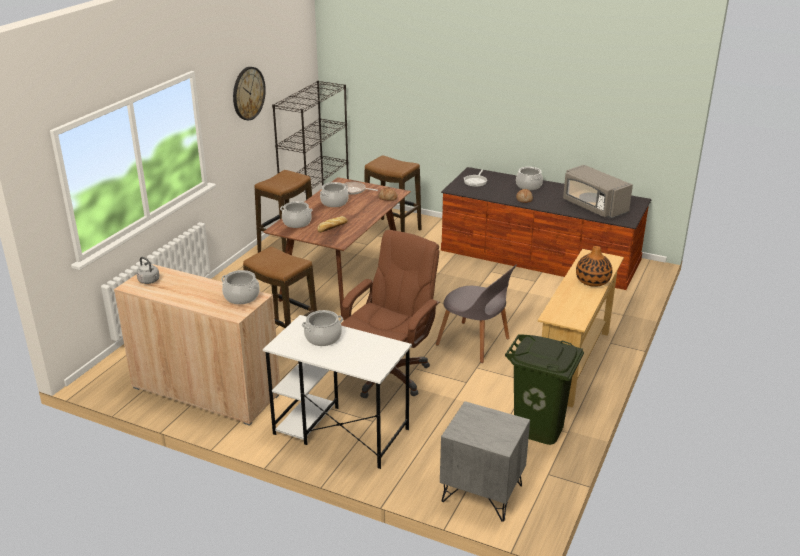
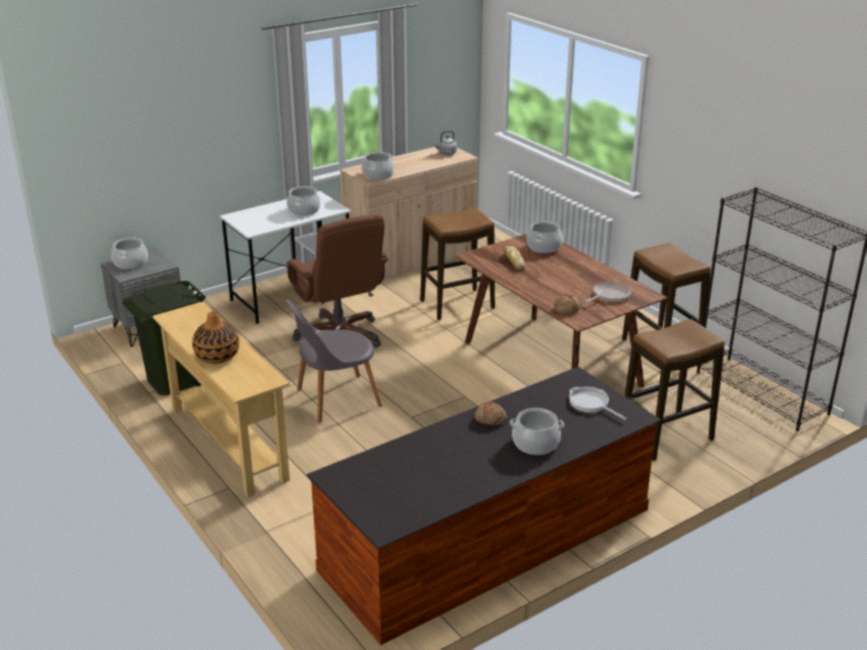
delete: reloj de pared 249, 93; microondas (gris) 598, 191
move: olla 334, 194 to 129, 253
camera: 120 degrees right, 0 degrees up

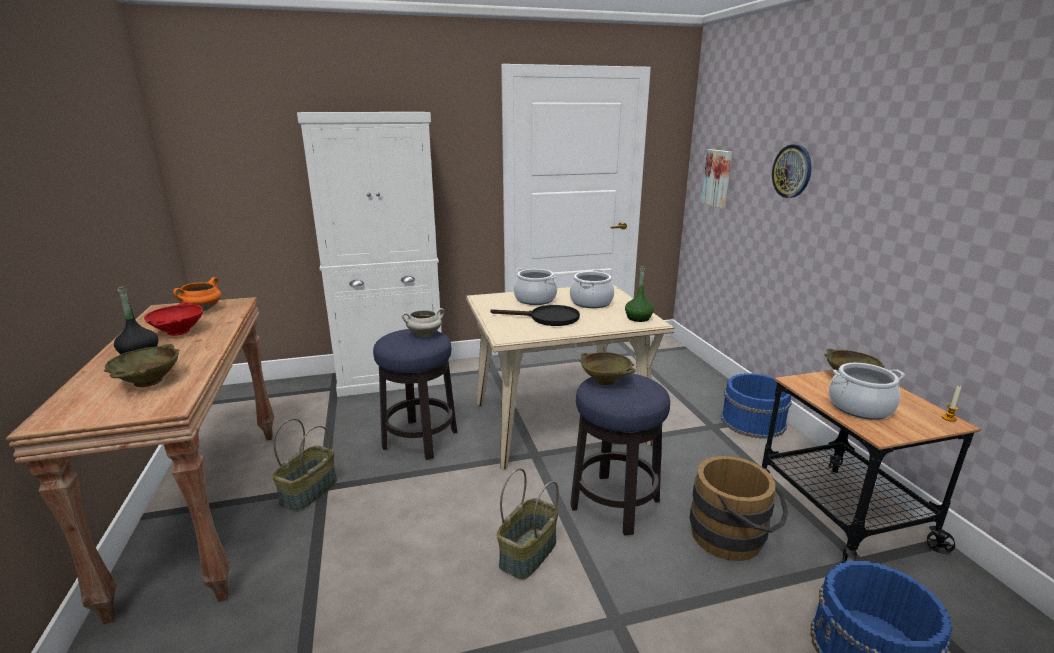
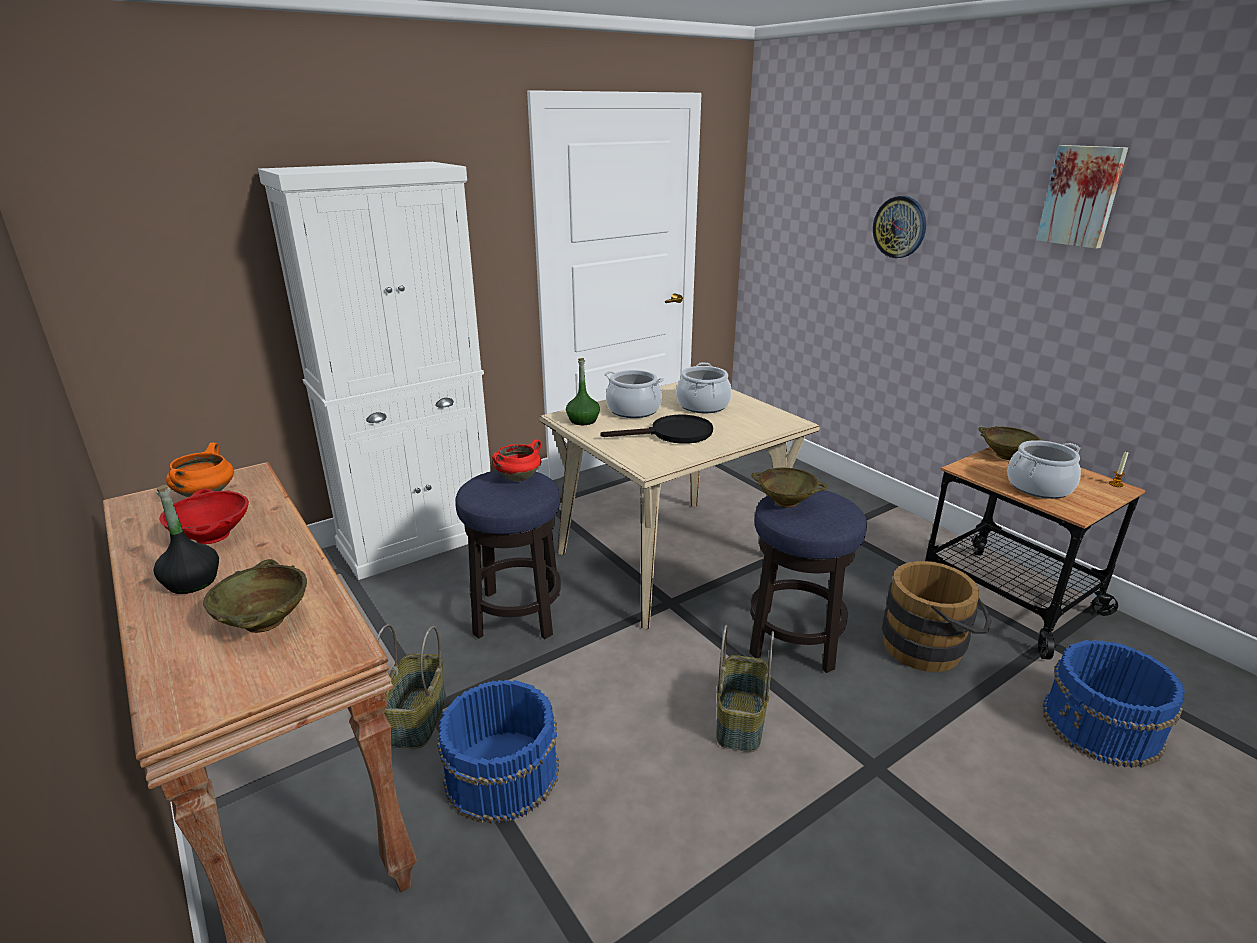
move: botella (verde) 639, 294 to 583, 391; cuadro 716, 178 to 1082, 197; cubo (azul) 756, 406 to 498, 752
recolor: olla (blanco) 423, 322 to olla (rojo) 516, 460
camera: 20 degrees left, 5 degrees up

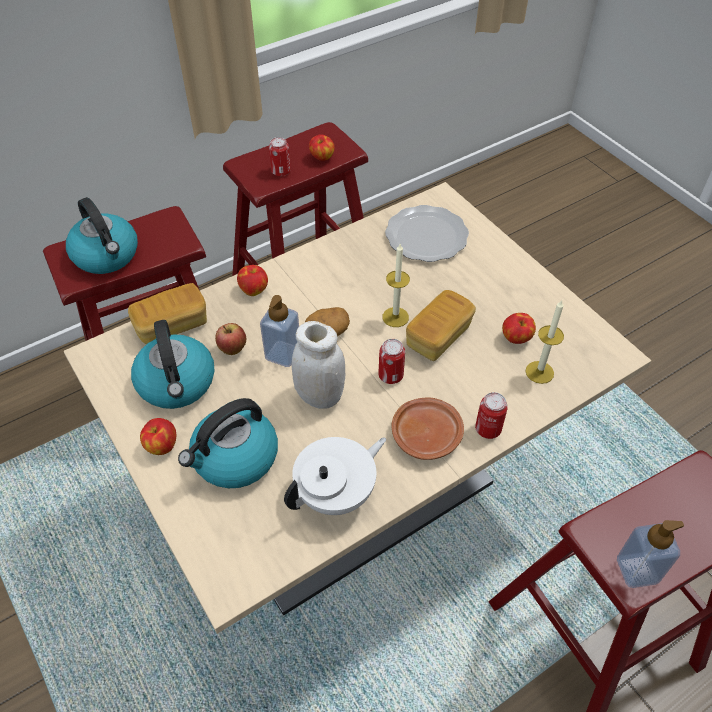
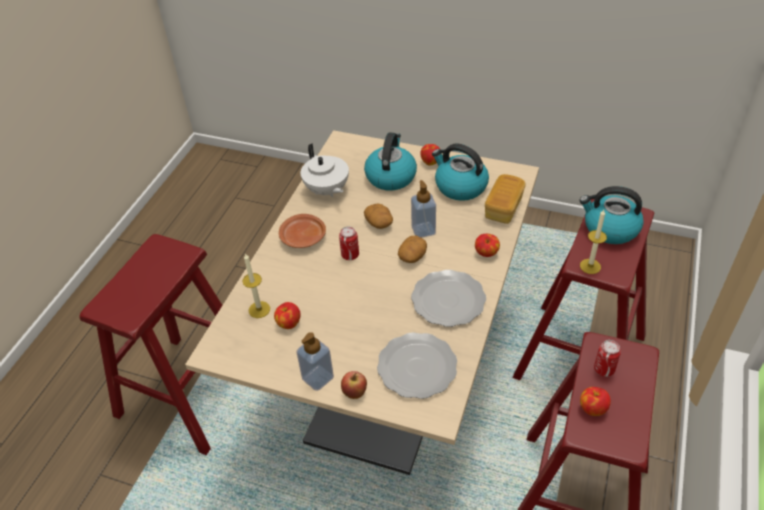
delete: pan 441, 325; lata 491, 415
insert: plato 448, 298
move: manzana 230, 339 to 354, 385; vela 396, 285 to 593, 242; dispensador de jabón 650, 554 to 315, 361
replace: tarro (blanco) 318, 365 to patata 378, 216
rotate: tetera (blanco) 335, 476 = 325, 170 45 degrees counterclockwise
camera: 145 degrees right, 5 degrees down

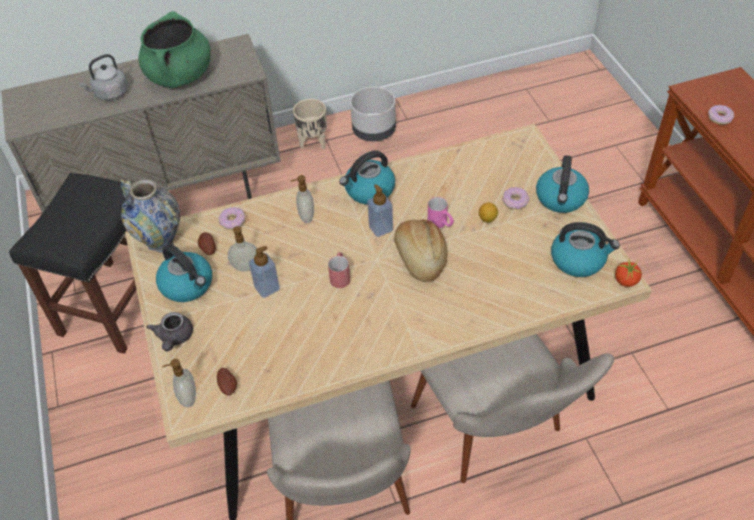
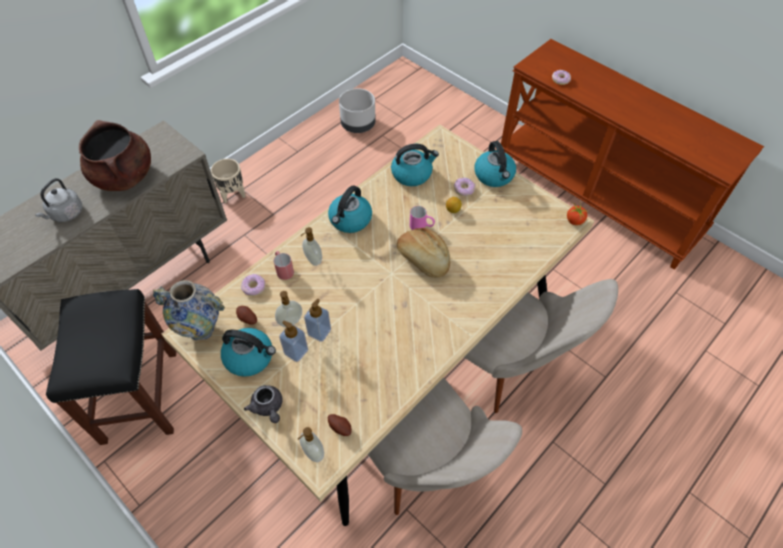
move: taza grande (rojo) 339, 270 to 284, 265; maceta (gris) 373, 113 to 357, 110; dispensador de jabón 380, 210 to 293, 341; hervidor 585, 249 to 415, 165
recolor: olla (verde) 174, 49 to olla (marrón) 115, 155
camera: 30 degrees left, 5 degrees up

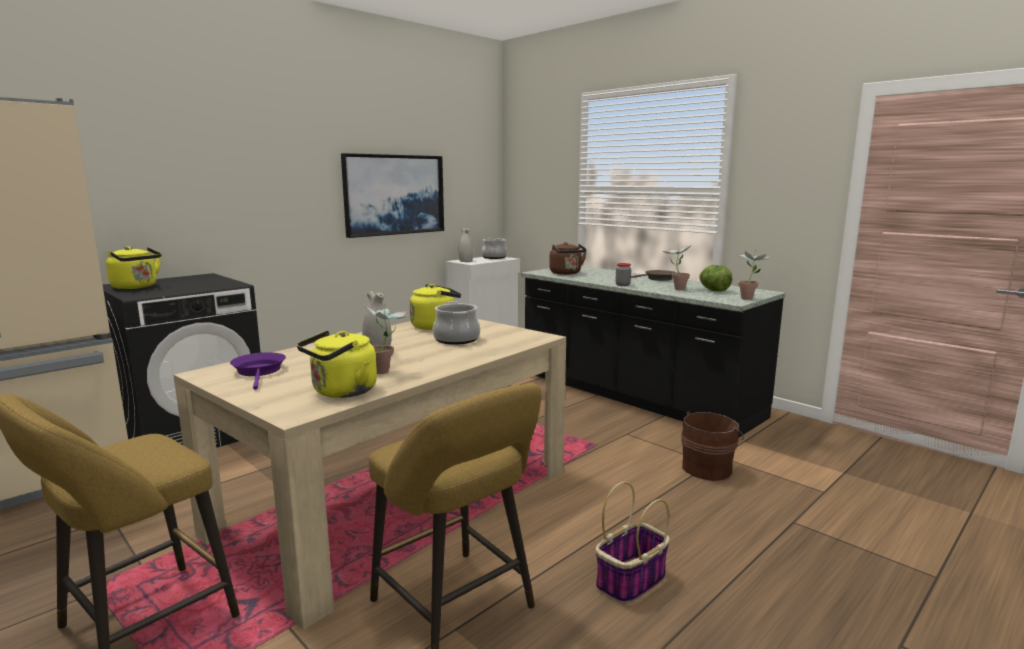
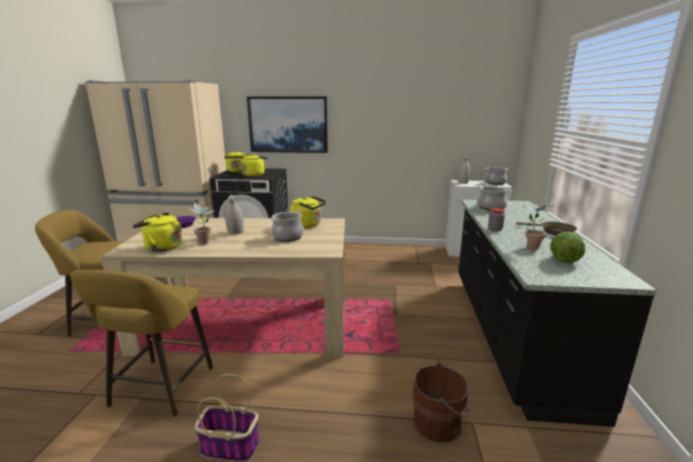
delete: planta en maceta 754, 274
insert: hervidor (amarillo) 254, 165
move: cuadro 392, 195 to 287, 124
replace: hervidor (marrón) 568, 258 to olla 493, 198
camera: 50 degrees right, 5 degrees up

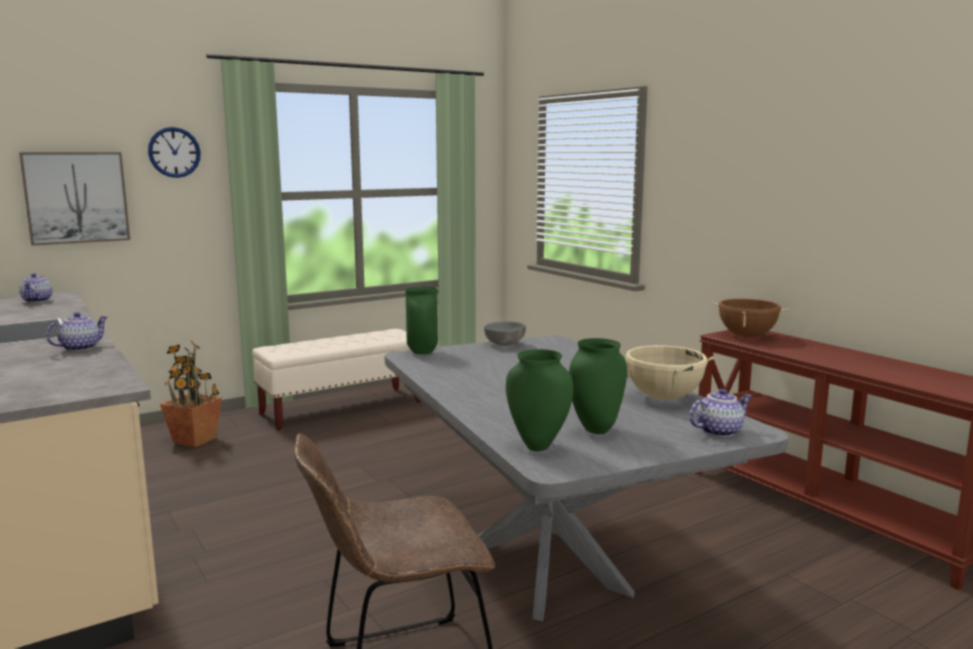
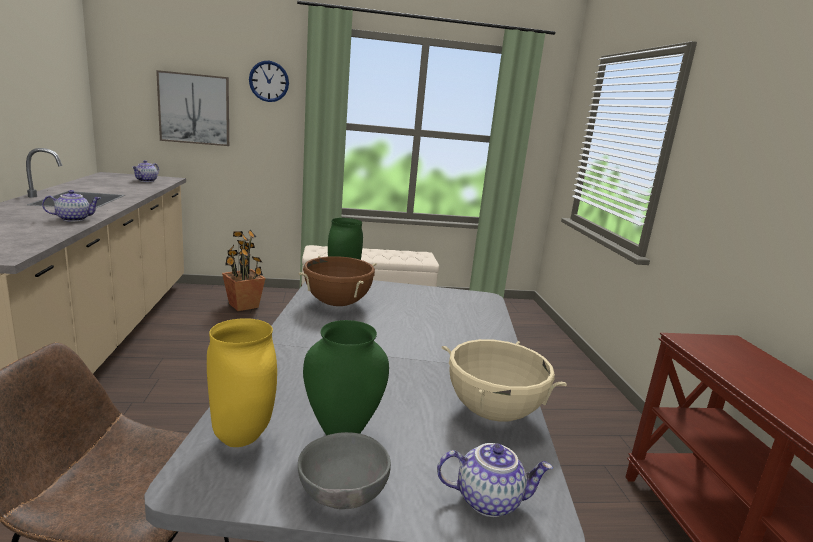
move: cuenco (gris) 505, 333 to 344, 470; olla (marrón) 750, 318 to 337, 281
recolor: florero (verde) 539, 400 to florero (amarillo) 242, 382
camera: 25 degrees right, 5 degrees up

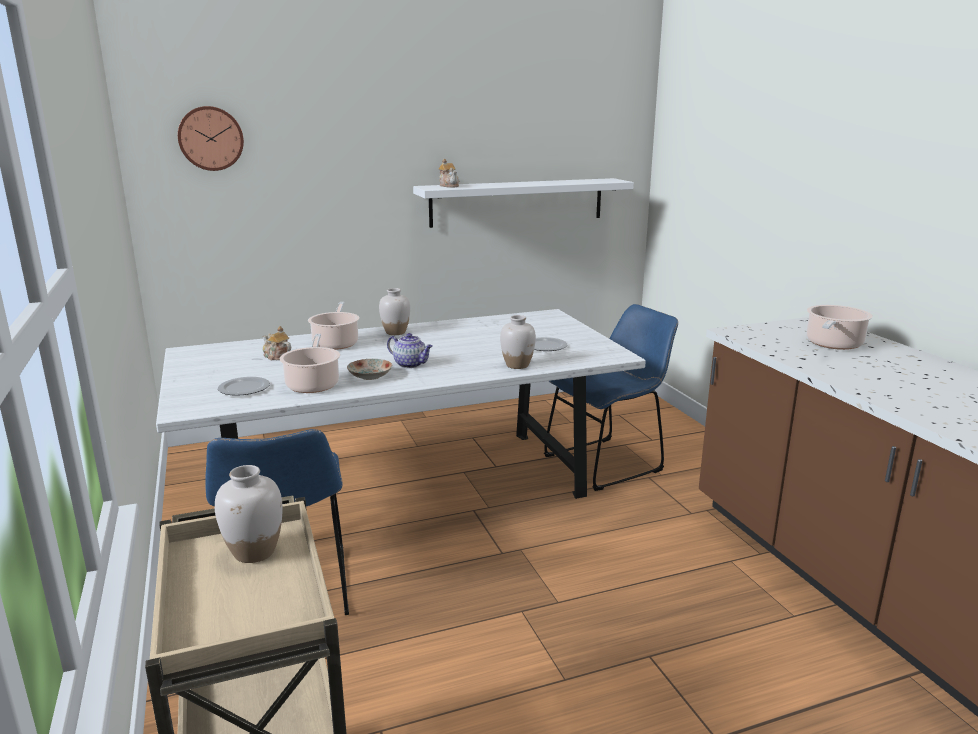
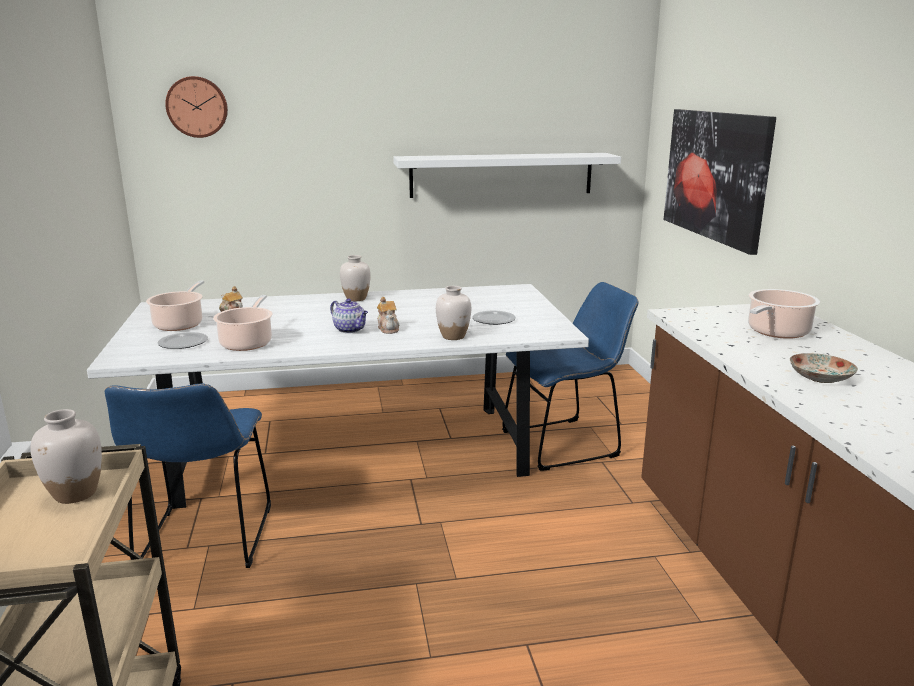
insert: cuadro 720, 182
move: olla 334, 326 to 175, 306; plato 369, 369 to 824, 368; tetera 449, 173 to 388, 315
camera: 10 degrees right, 0 degrees up

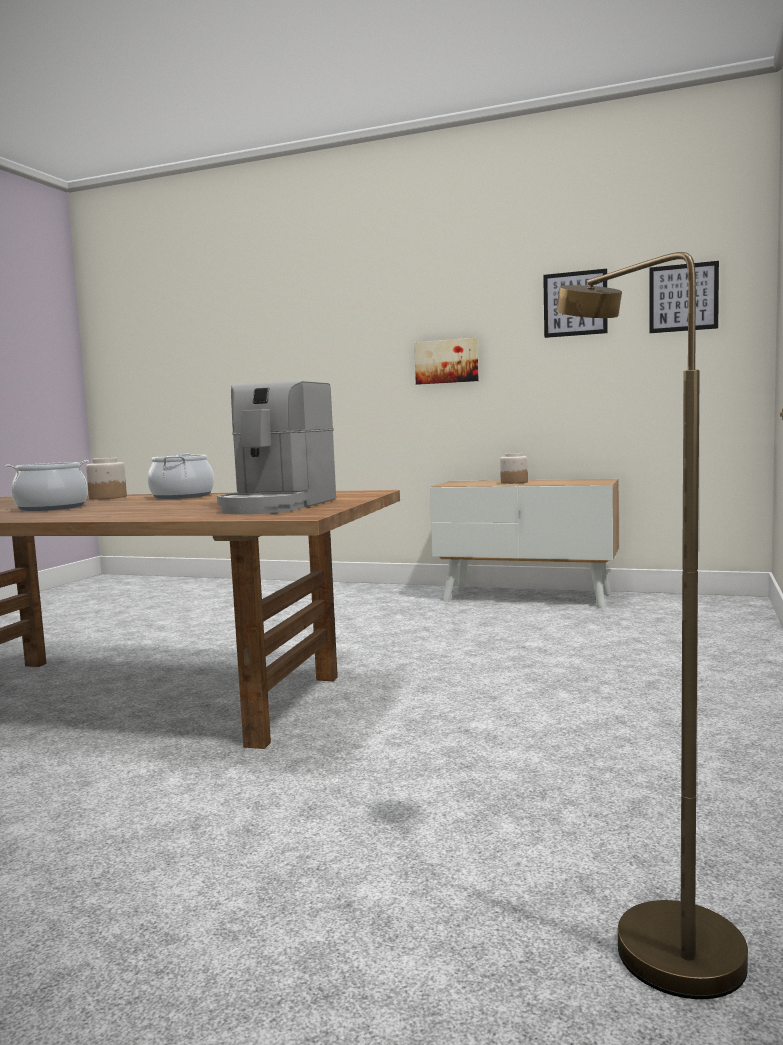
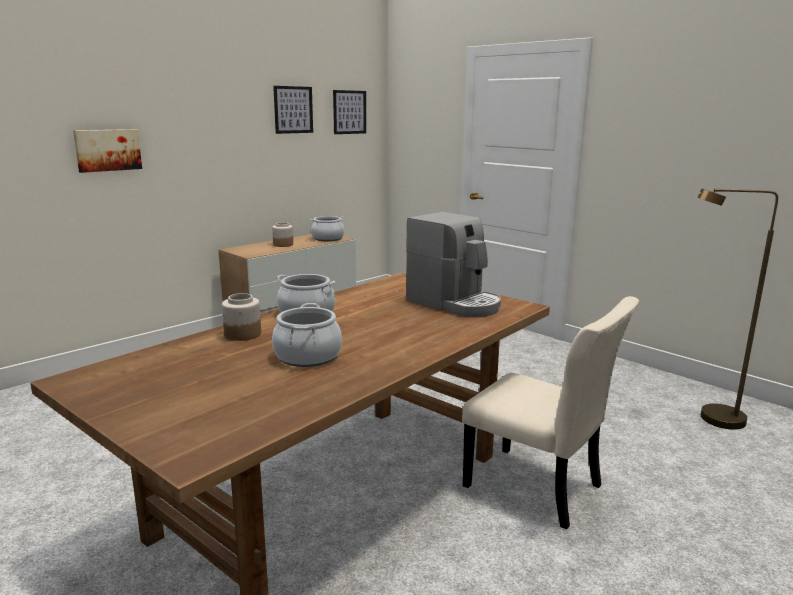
insert: olla 327, 228; silla (beis) 550, 413
move: cuadro 446, 361 to 107, 151
camera: 65 degrees left, 10 degrees up

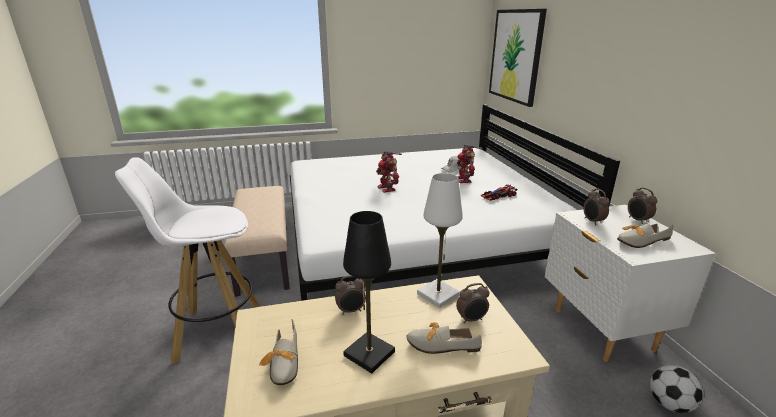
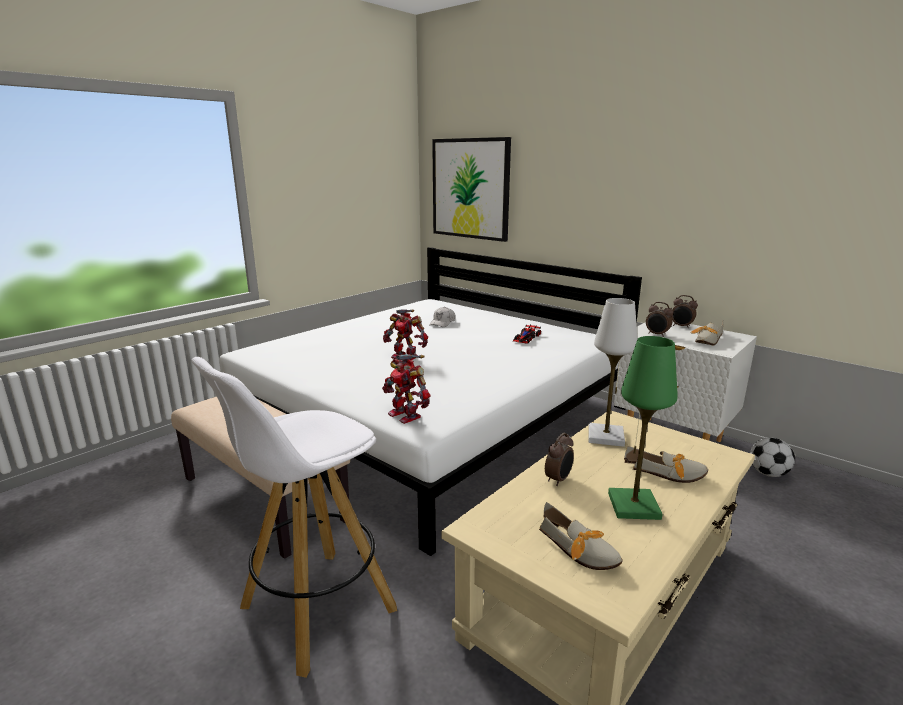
delete: despertador 472, 303
move: robot de juguete 470, 164 to 406, 389
recolor: lámpara de mesa (negro) 369, 292 to lámpara de mesa (verde) 643, 428
rotate: zapato 444, 338 = 666, 464 135 degrees counterclockwise
camera: 35 degrees left, 5 degrees down

